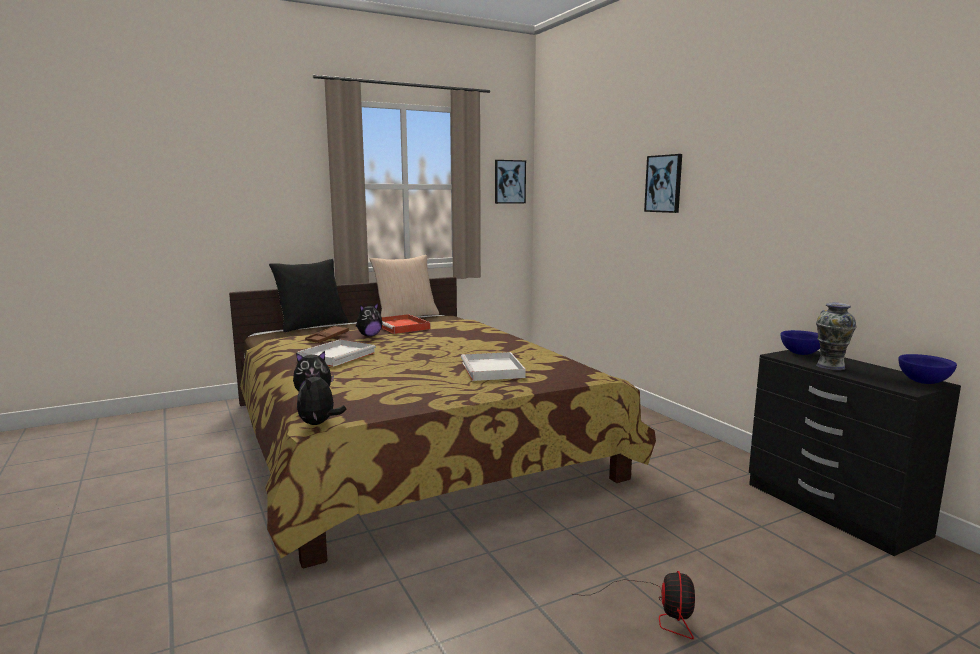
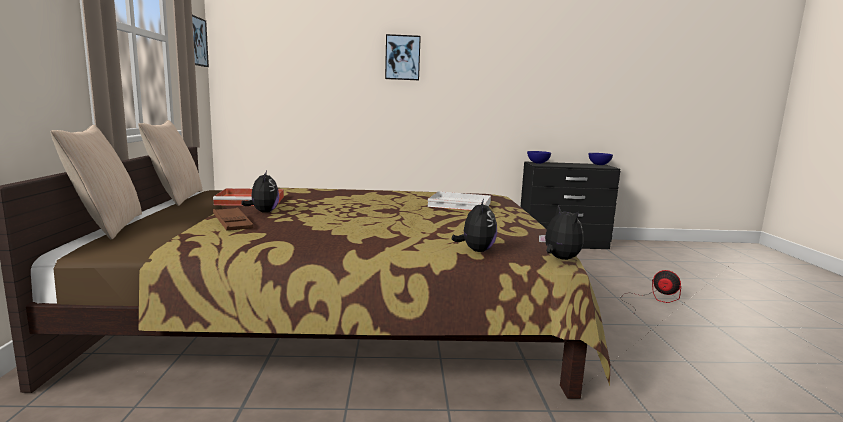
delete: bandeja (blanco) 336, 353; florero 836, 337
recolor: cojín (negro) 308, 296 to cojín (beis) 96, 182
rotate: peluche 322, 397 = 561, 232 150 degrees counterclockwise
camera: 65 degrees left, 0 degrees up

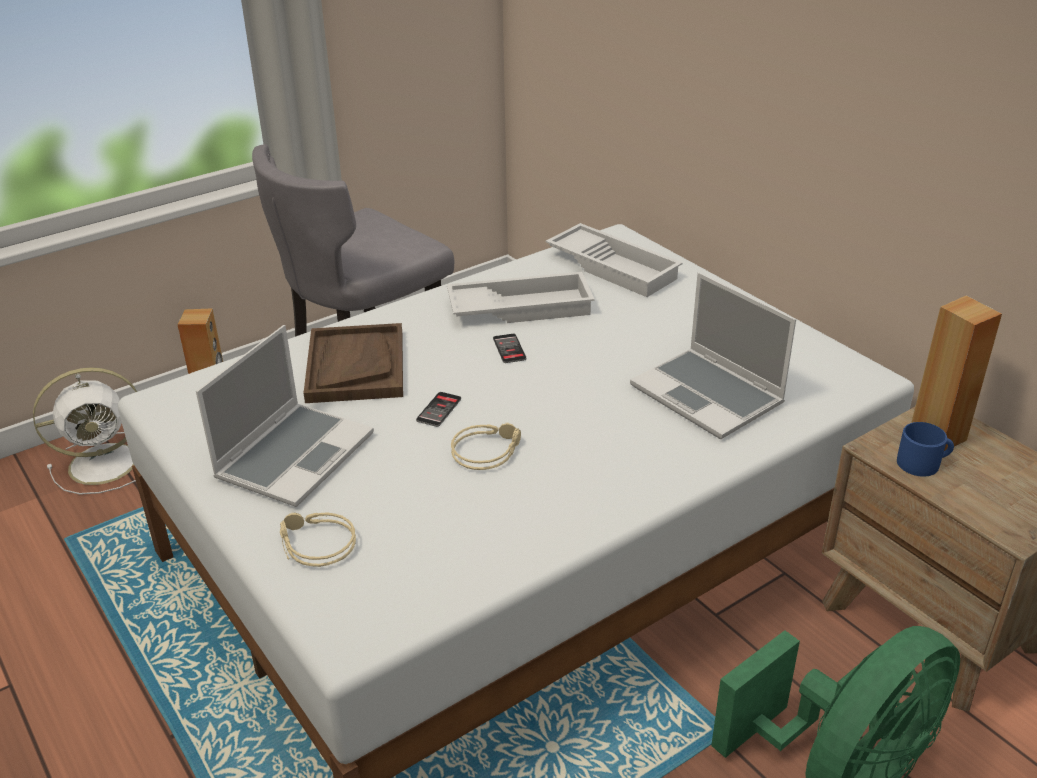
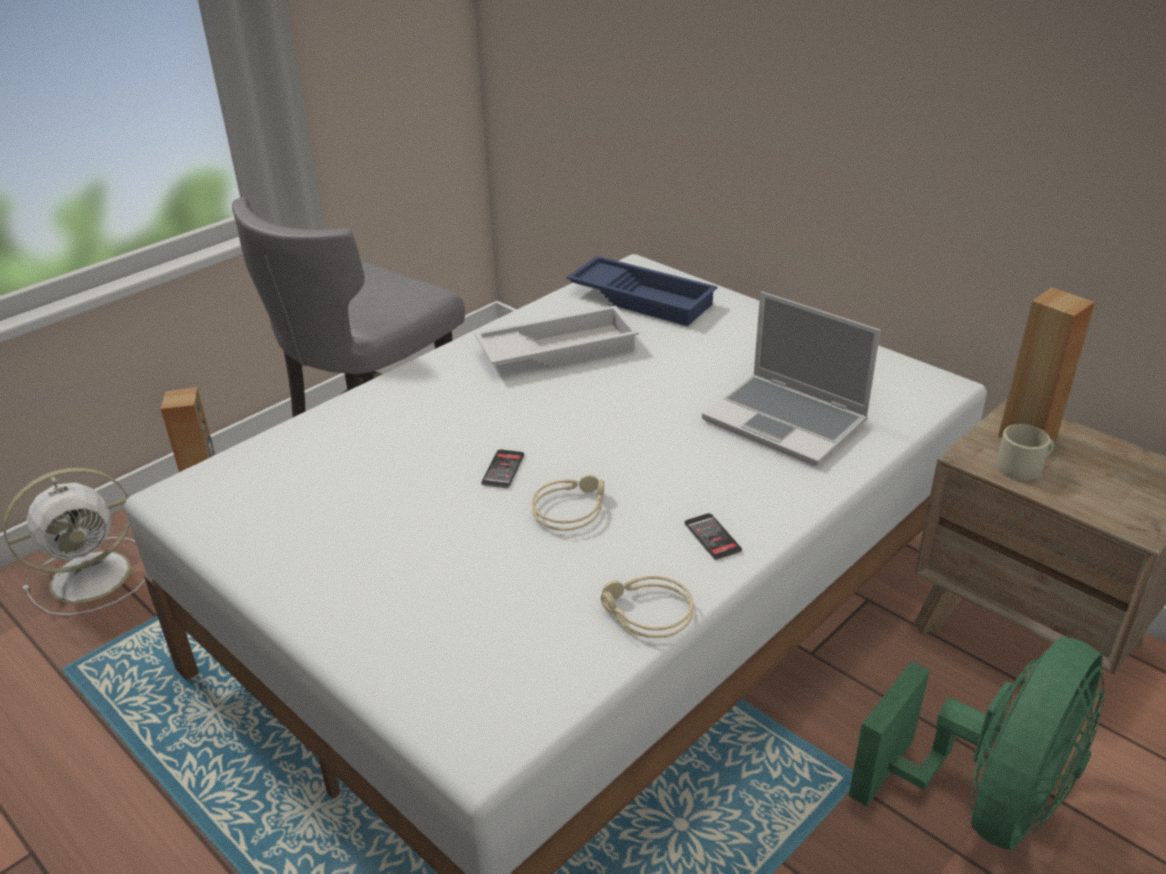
delete: portátil 285, 416; bandeja (marrón) 353, 363
move: auriculares (beis) 318, 540 to 647, 607; móvil 510, 348 to 713, 536
recolor: bandeja (blanco) 614, 260 to bandeja (azul) 642, 291; taza grande (azul) 925, 449 to taza grande (beis) 1025, 452
camera: 10 degrees left, 0 degrees up

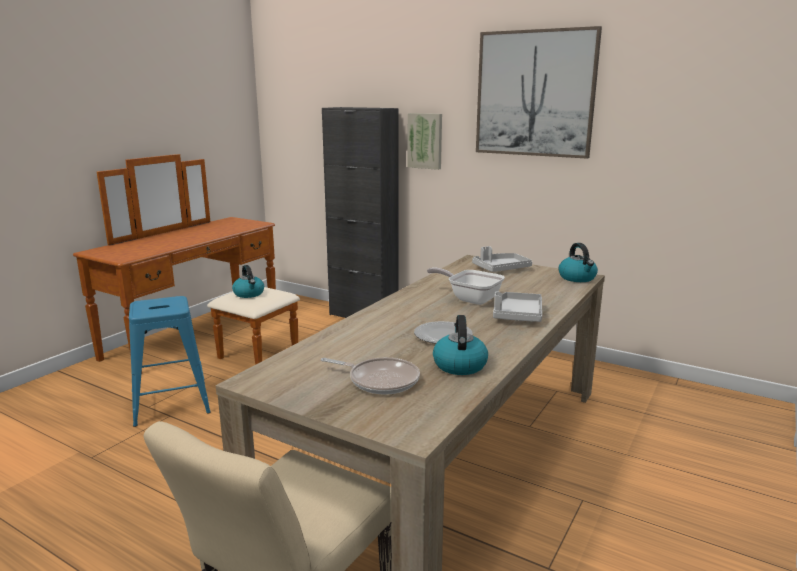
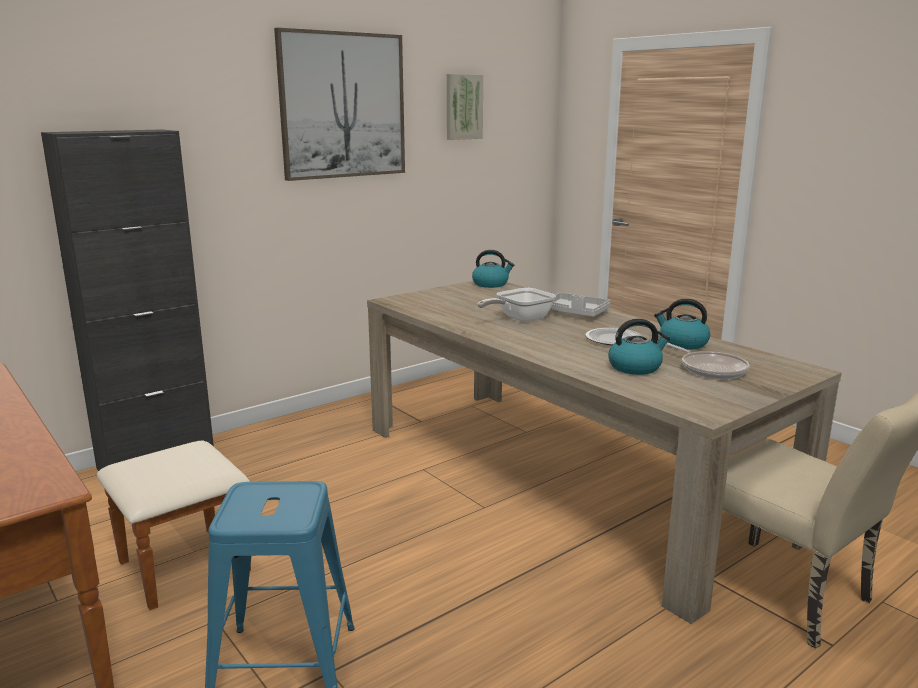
delete: bandeja (gris) 502, 259
move: hervidor 248, 281 to 639, 347; cuadro 424, 141 to 465, 107
rotate: sartén 370, 376 = 707, 361 105 degrees clockwise
camera: 70 degrees left, 0 degrees up

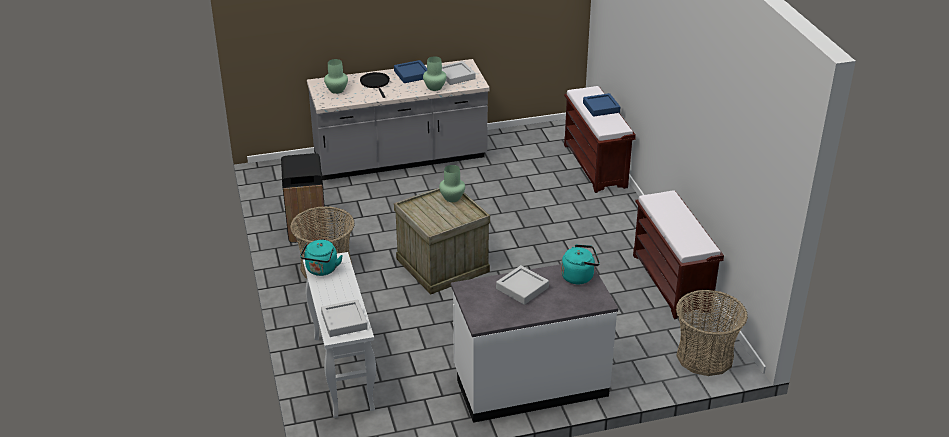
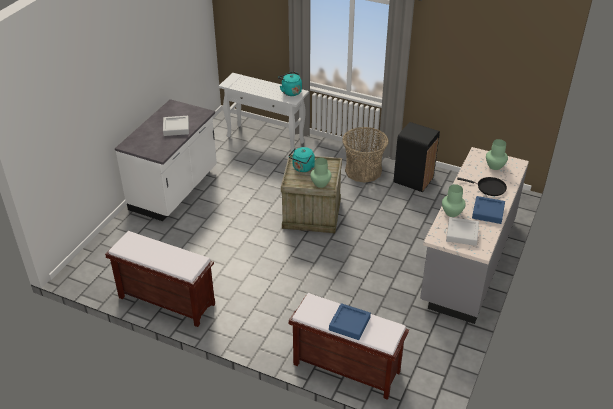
delete: bandeja (gris) 344, 318; cesta 712, 333
move: hervidor (turquesa) 580, 264 to 302, 159
camera: 130 degrees right, 5 degrees up

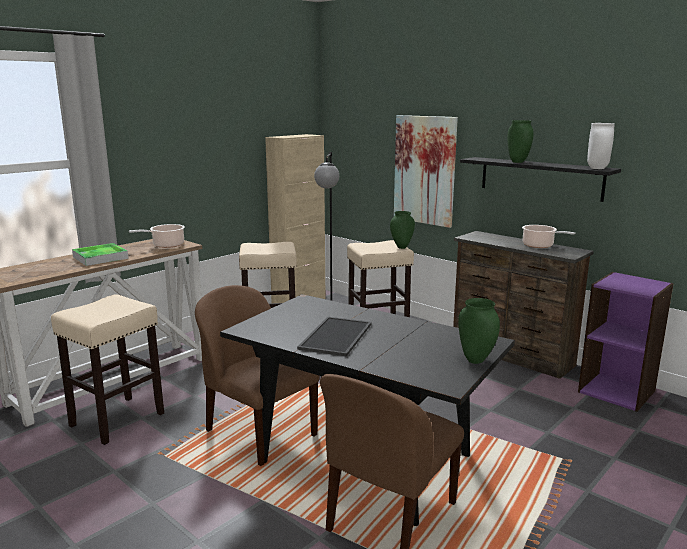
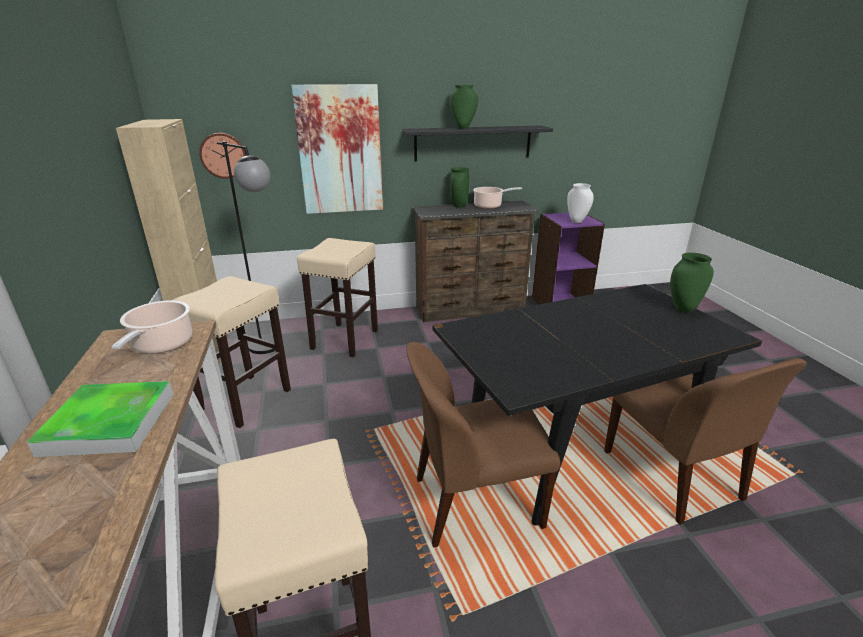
delete: bandeja 334, 336
insert: reloj de pared 222, 156
move: florero (verde) 402, 230 to 459, 187; florero (blanco) 601, 146 to 580, 203
camera: 55 degrees left, 10 degrees up

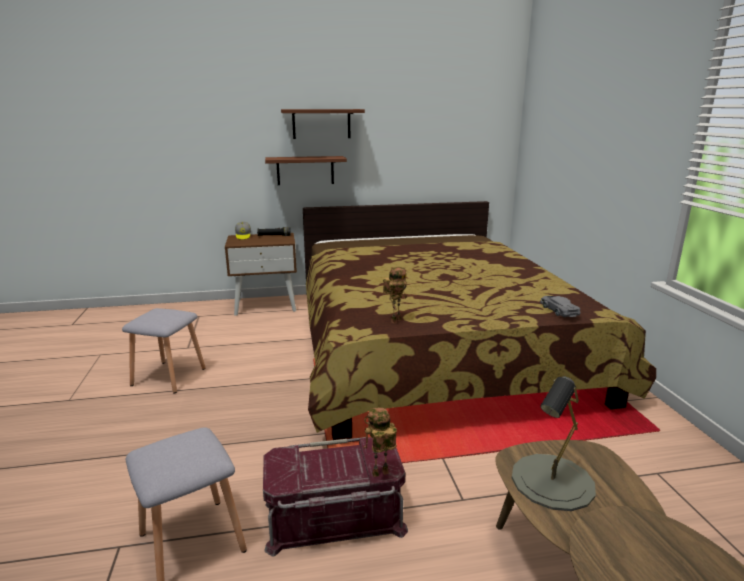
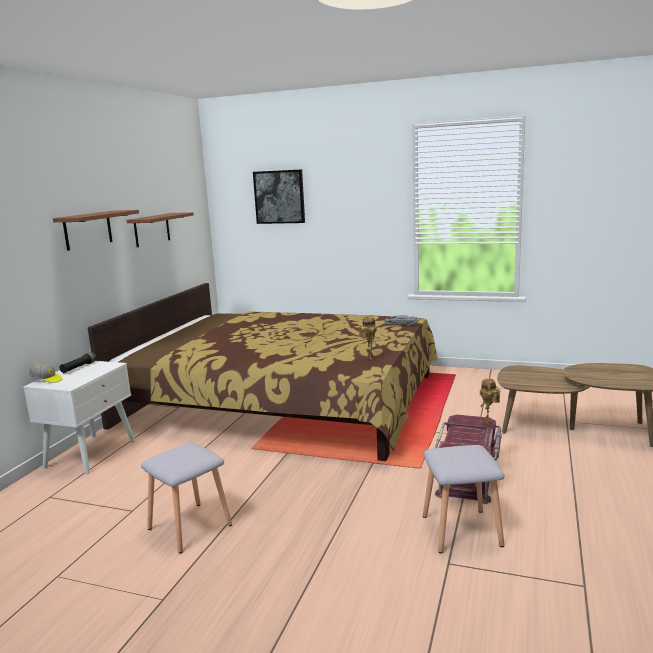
delete: lámpara de mesa (gris) 554, 443
insert: cuadro 279, 196
move: estante 306, 170 to 160, 229
recolor: mesita de noche (marrón) 261, 274 to mesita de noche (blanco) 79, 418
camera: 60 degrees left, 5 degrees down

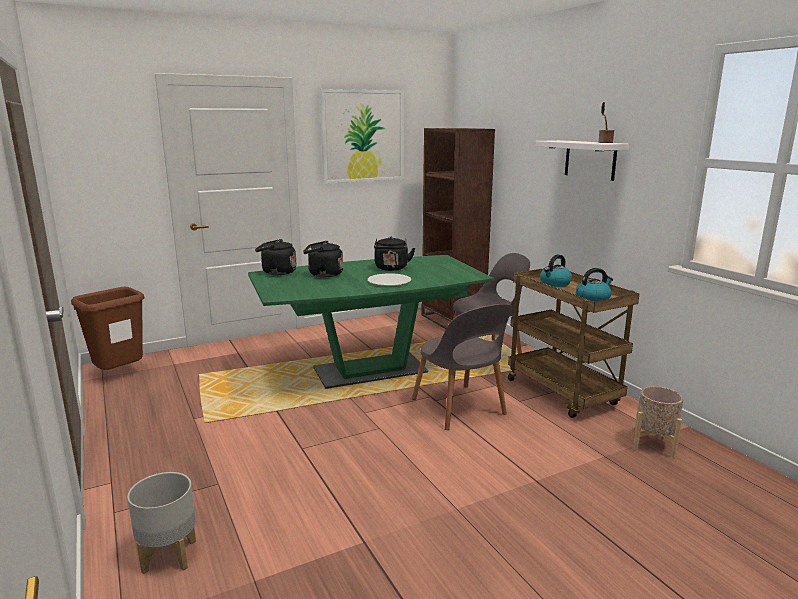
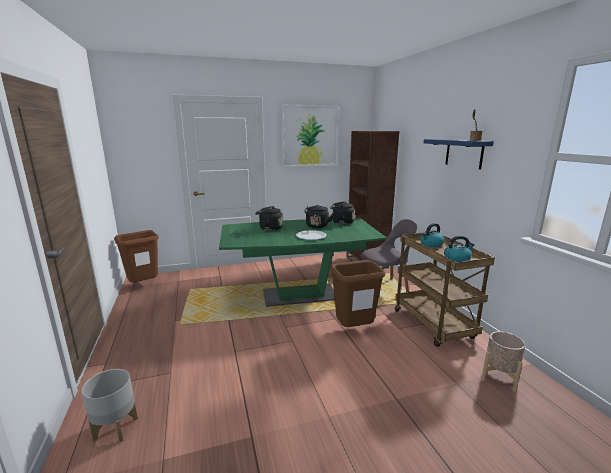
move: hervidor (negro) 276, 257 to 342, 213
replace: silla (gris) 462, 367 to papelera (marrón) 357, 293
recolor: estante (blanco) 582, 160 to estante (azul) 459, 154
camera: 10 degrees right, 0 degrees up

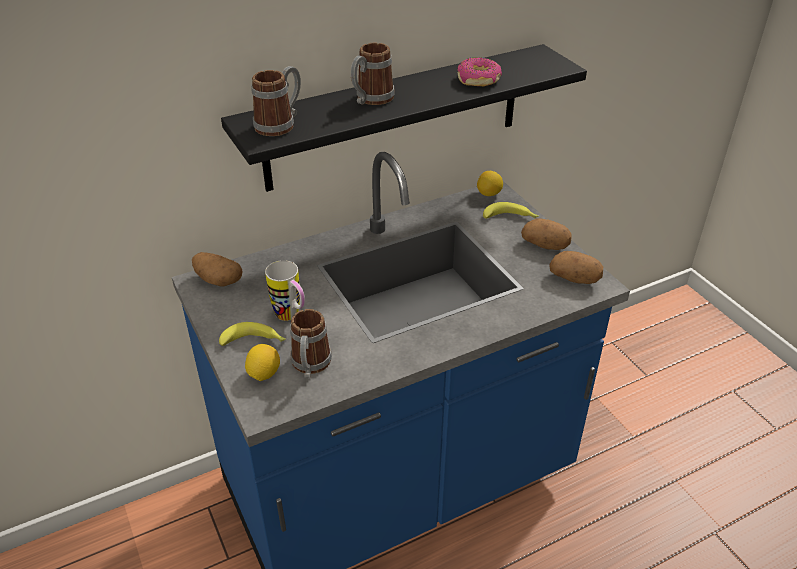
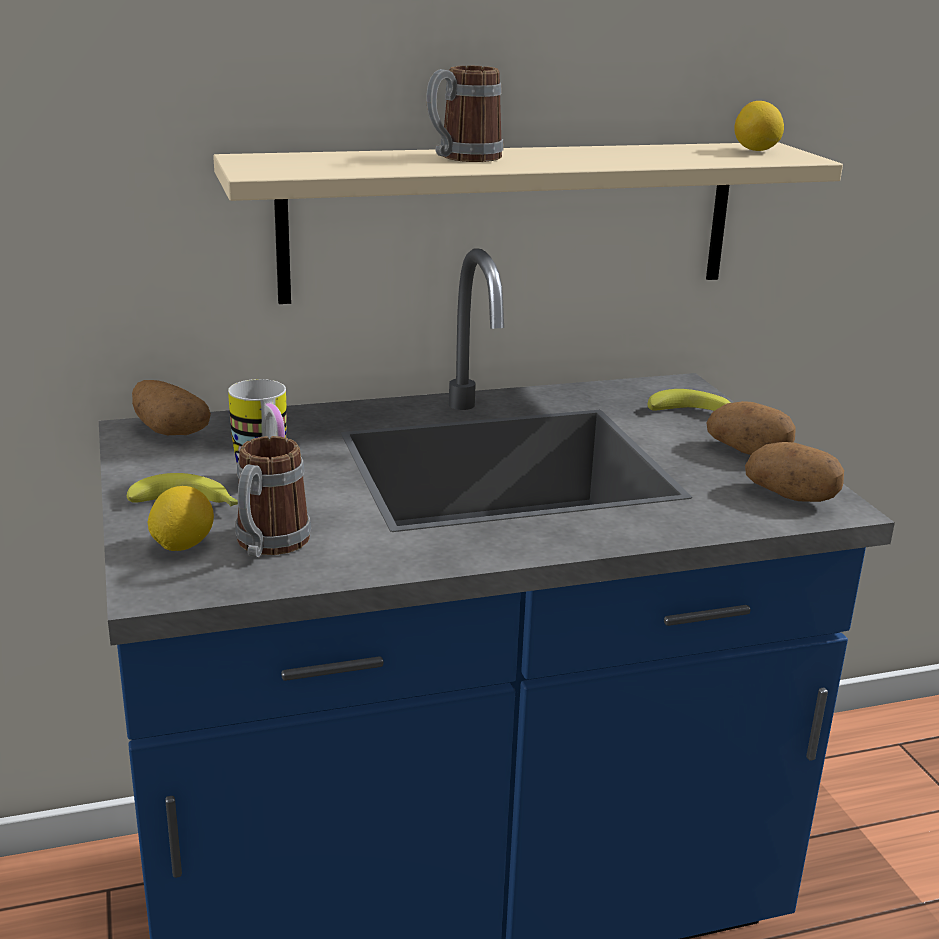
delete: taza grande 276, 101; rosquilla 479, 71
move: limón 490, 183 to 759, 126
recolor: estante (negro) 404, 118 to estante (beis) 528, 223
camera: 10 degrees right, 15 degrees down

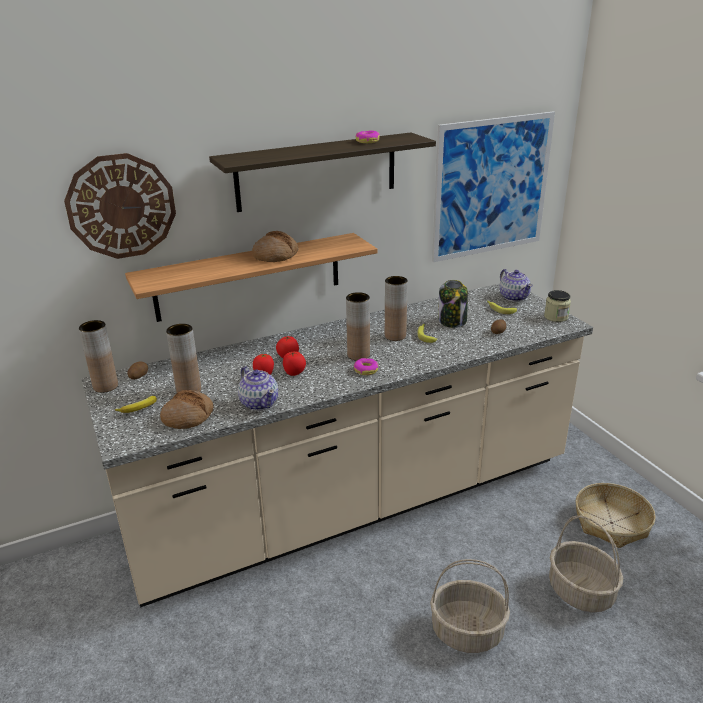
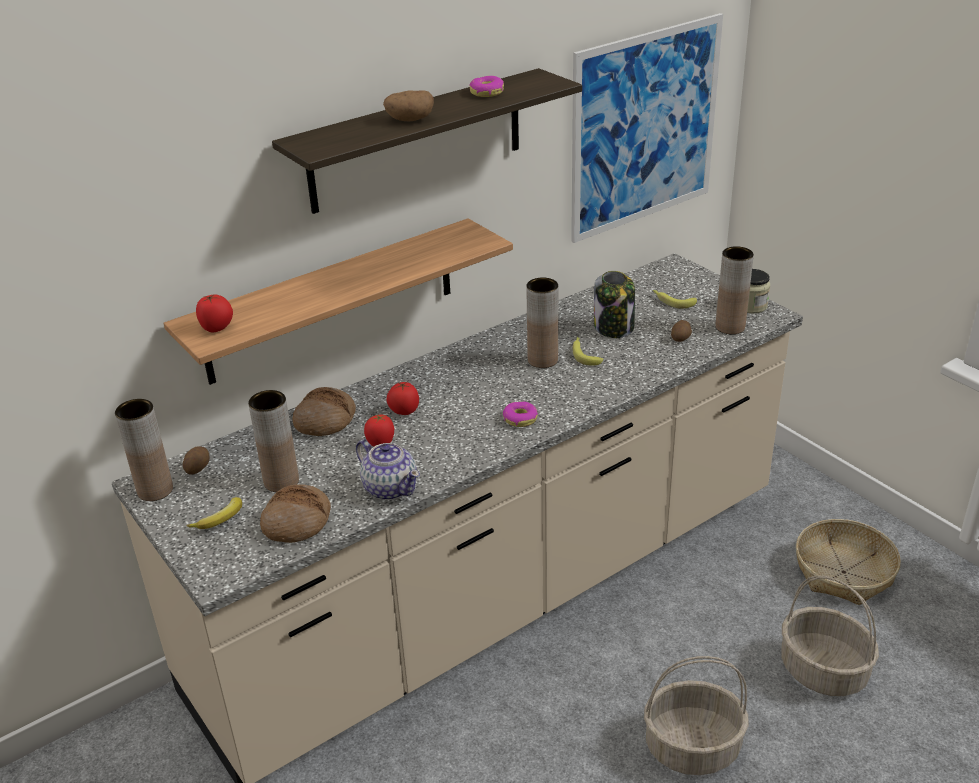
delete: reloj de pared 120, 206; tetera 516, 285
insert: patata 408, 105
move: pan 275, 246 to 324, 411; tomate 294, 363 to 214, 313; florero (marrón) 358, 326 to 734, 290
camera: 10 degrees left, 5 degrees up

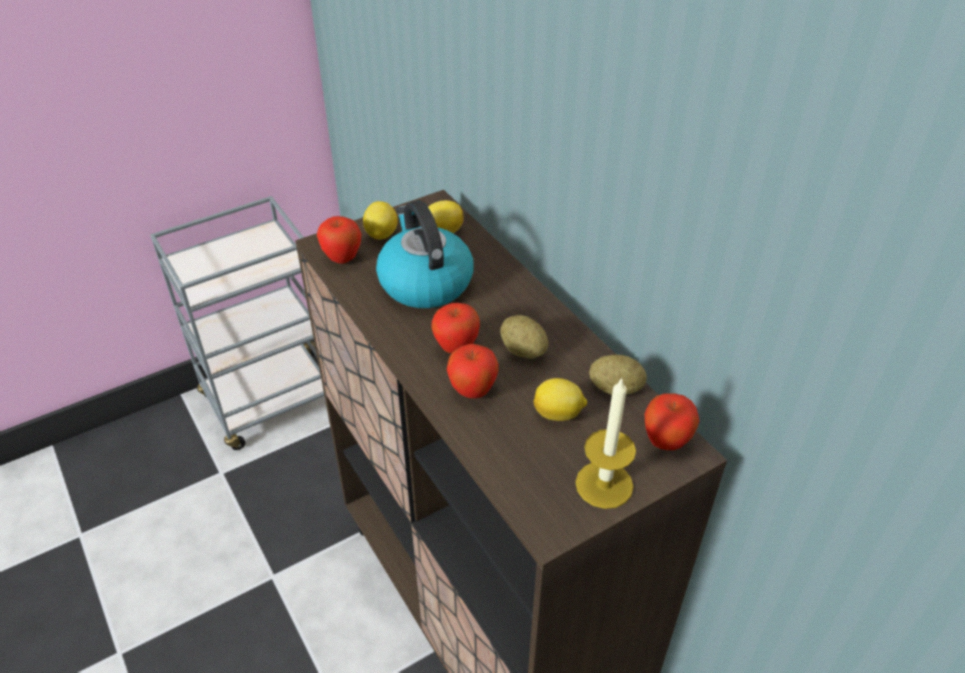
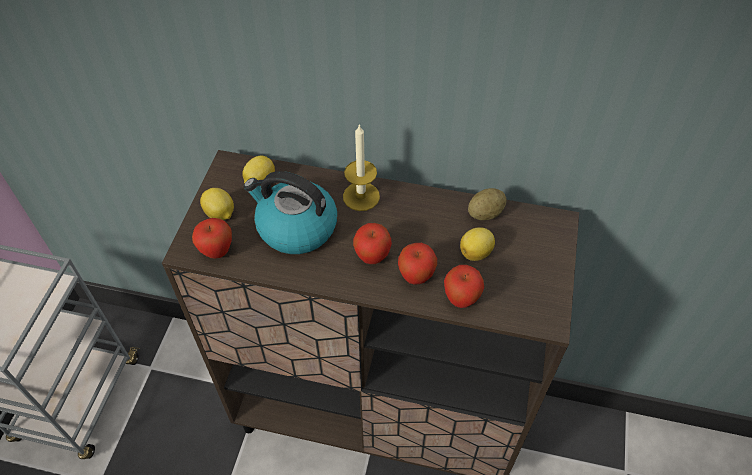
delete: patata 524, 337
move: vela 605, 443 to 361, 167; manzana 672, 421 to 464, 286
camera: 45 degrees left, 10 degrees up

